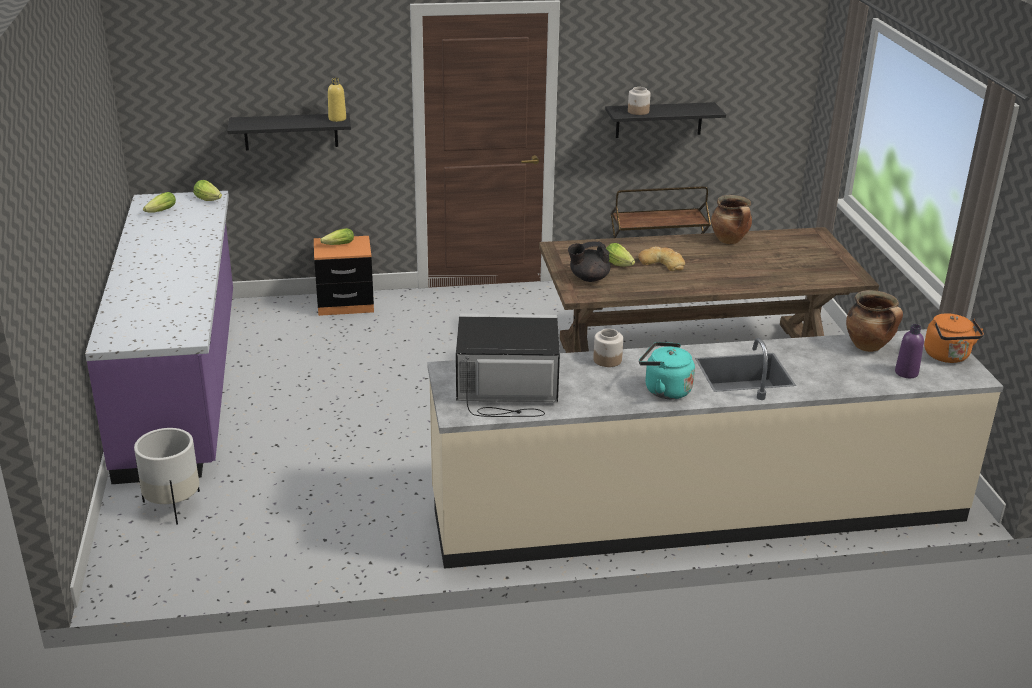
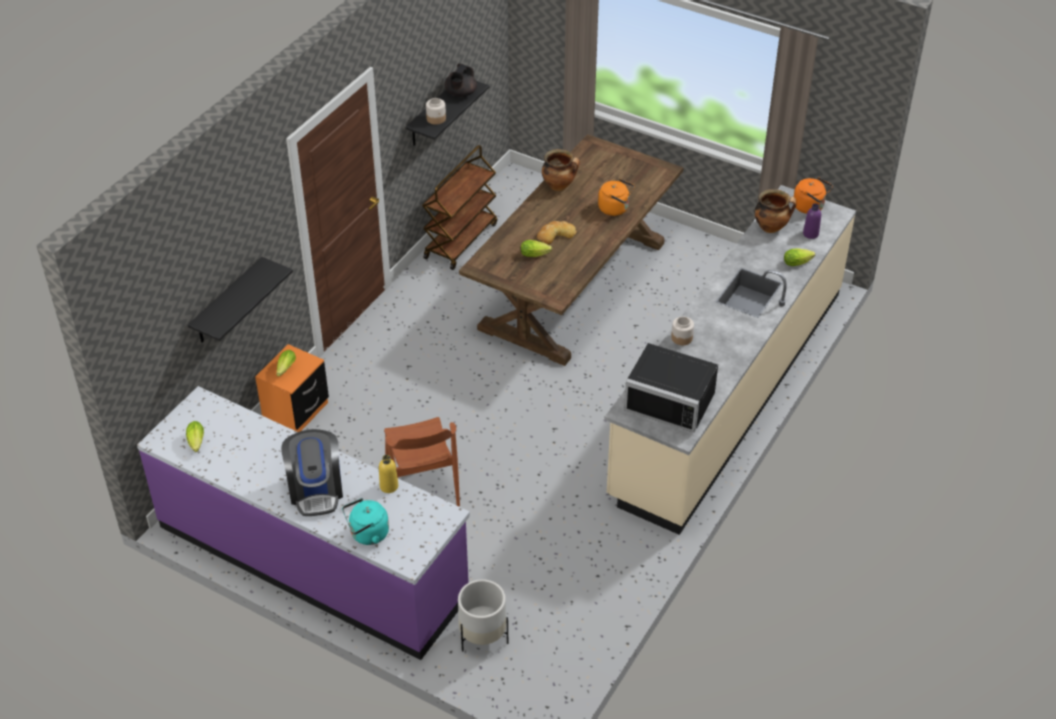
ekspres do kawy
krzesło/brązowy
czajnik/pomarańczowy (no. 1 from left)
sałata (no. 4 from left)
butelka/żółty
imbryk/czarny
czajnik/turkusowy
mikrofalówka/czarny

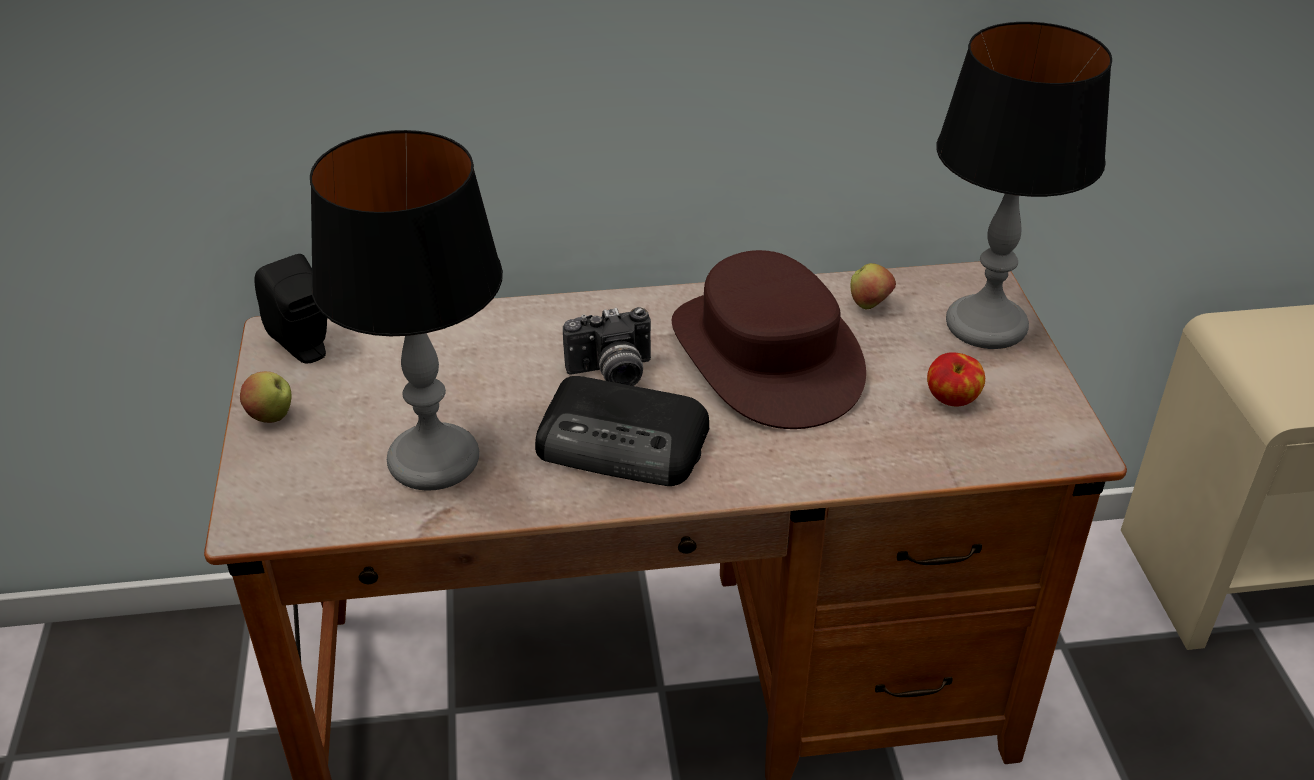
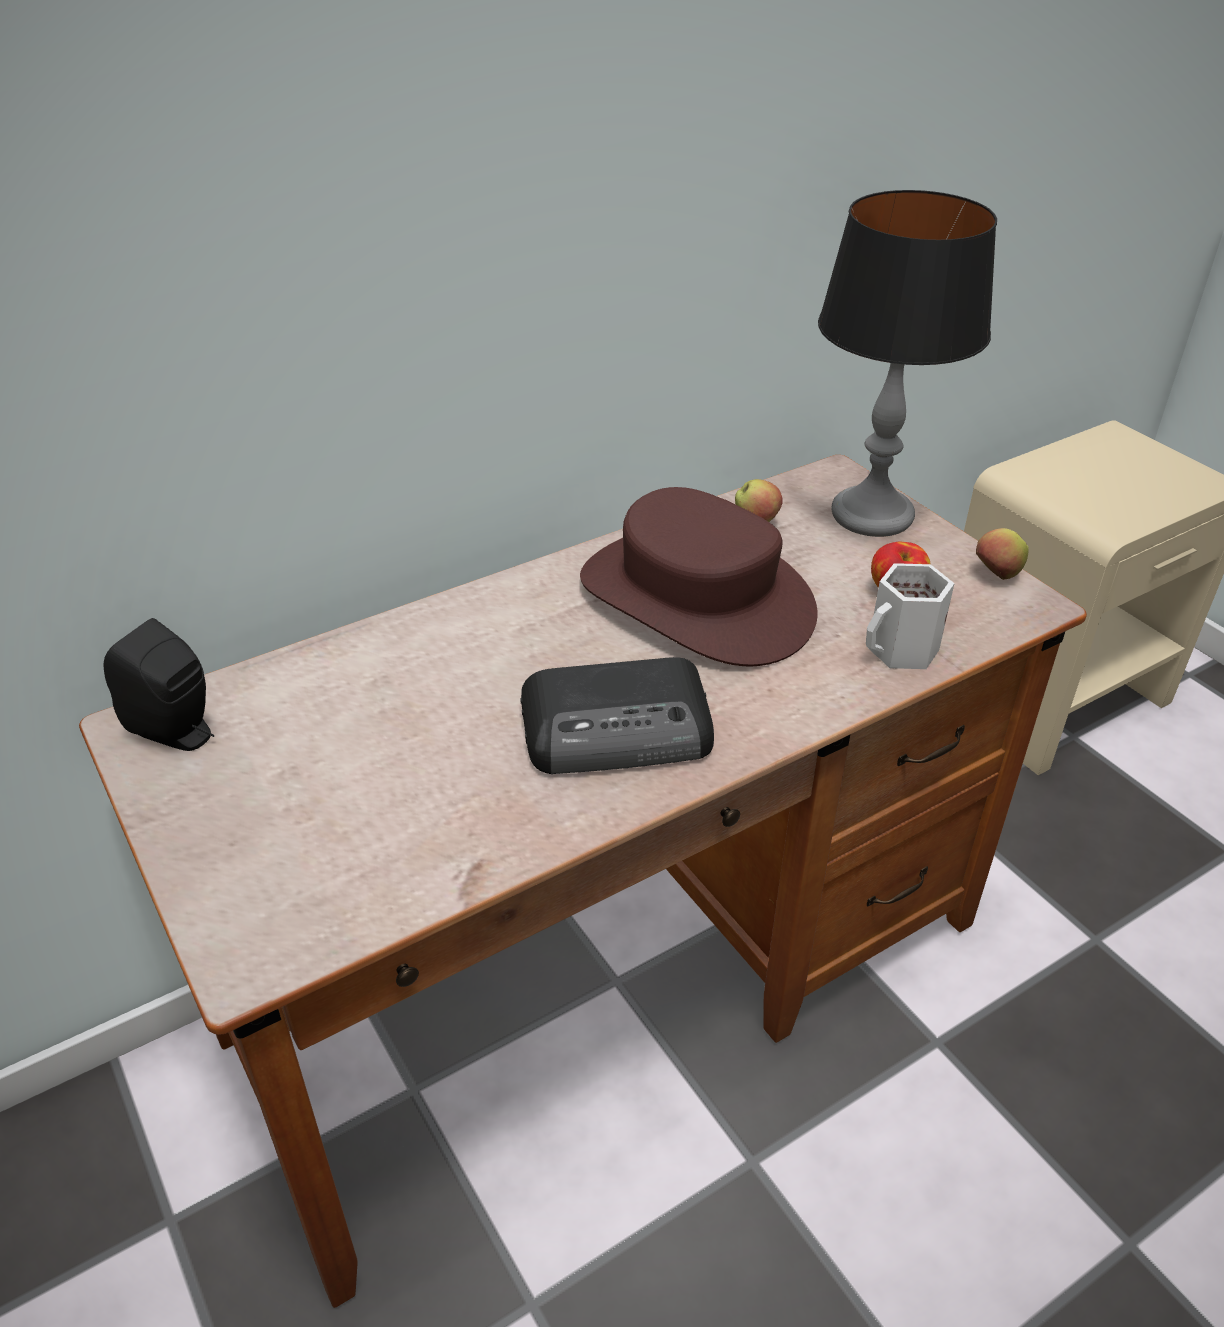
lampa stołowa (no. 1 from left in the first image)
aparat fotograficzny
kubek/biały
jabłko (no. 3 from left)

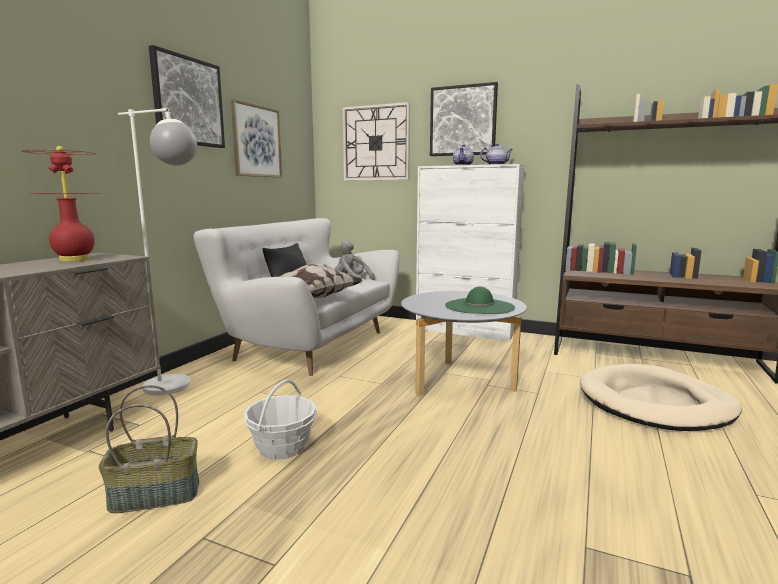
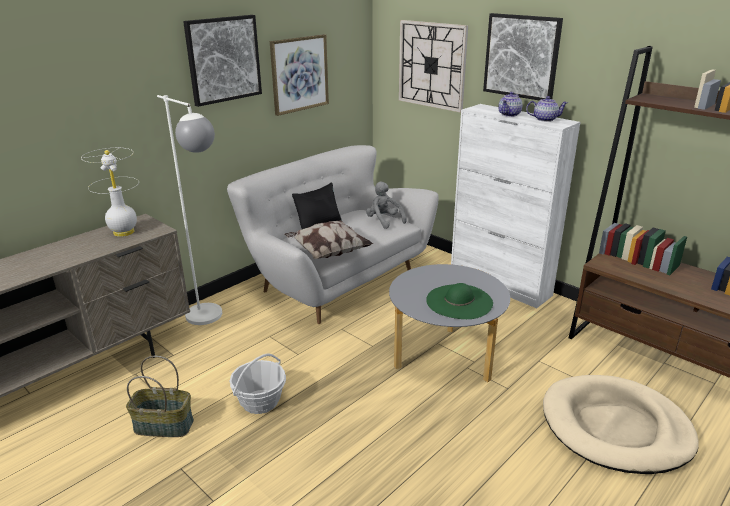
lampa stołowa/biały

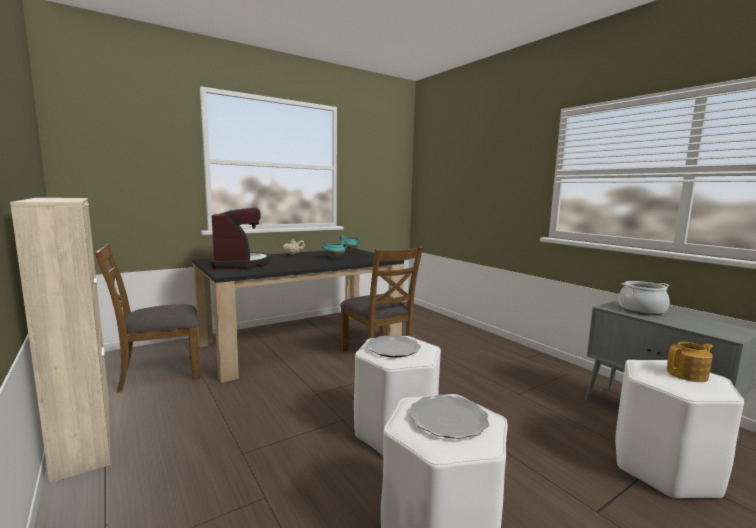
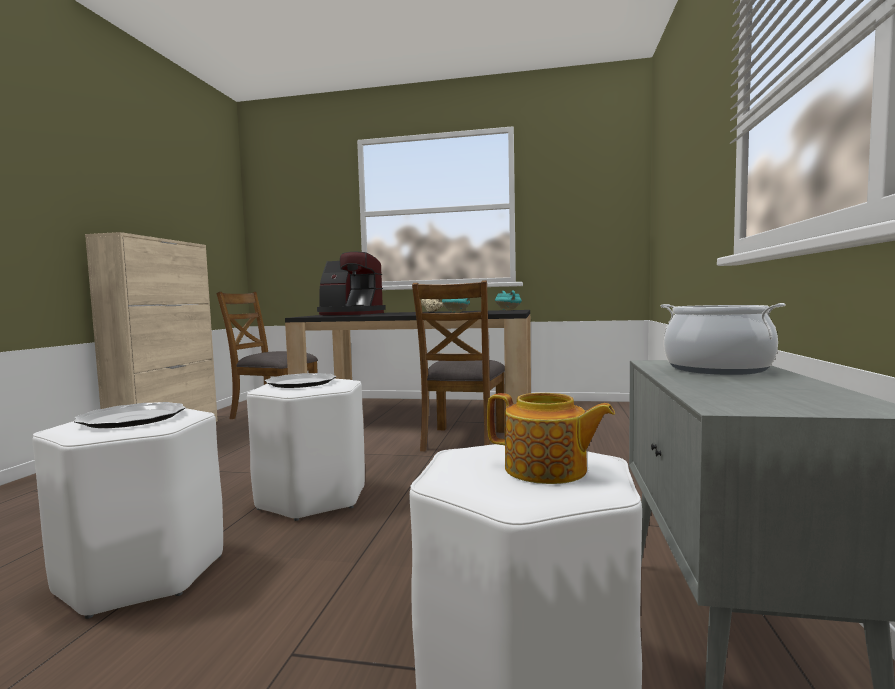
ekspres do kawy

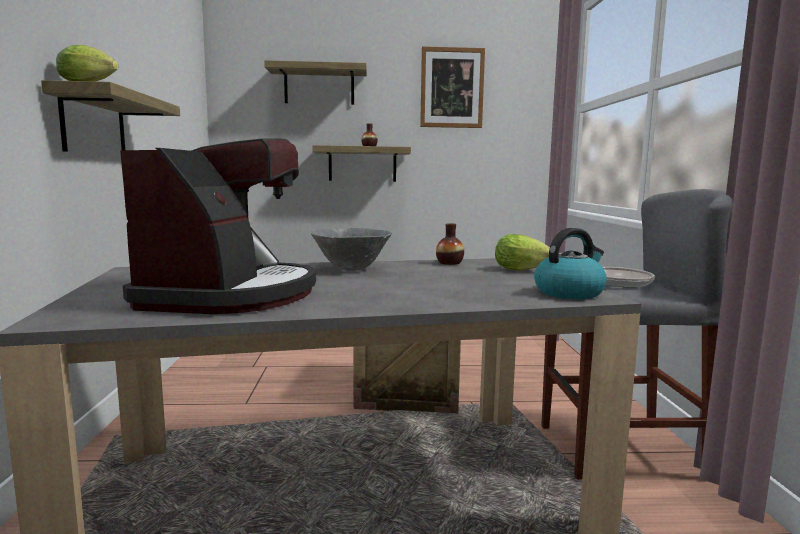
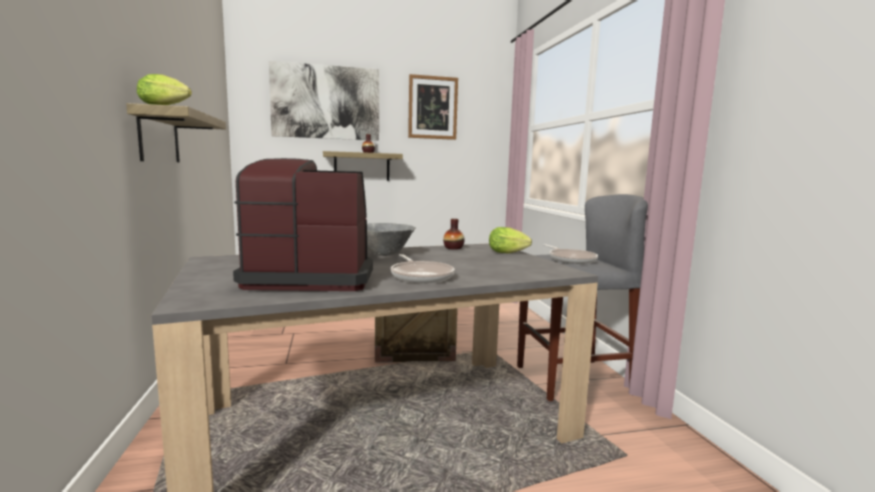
czajnik
patelnia (no. 1 from left)
obraz (no. 1 from left)
ekspres do kawy

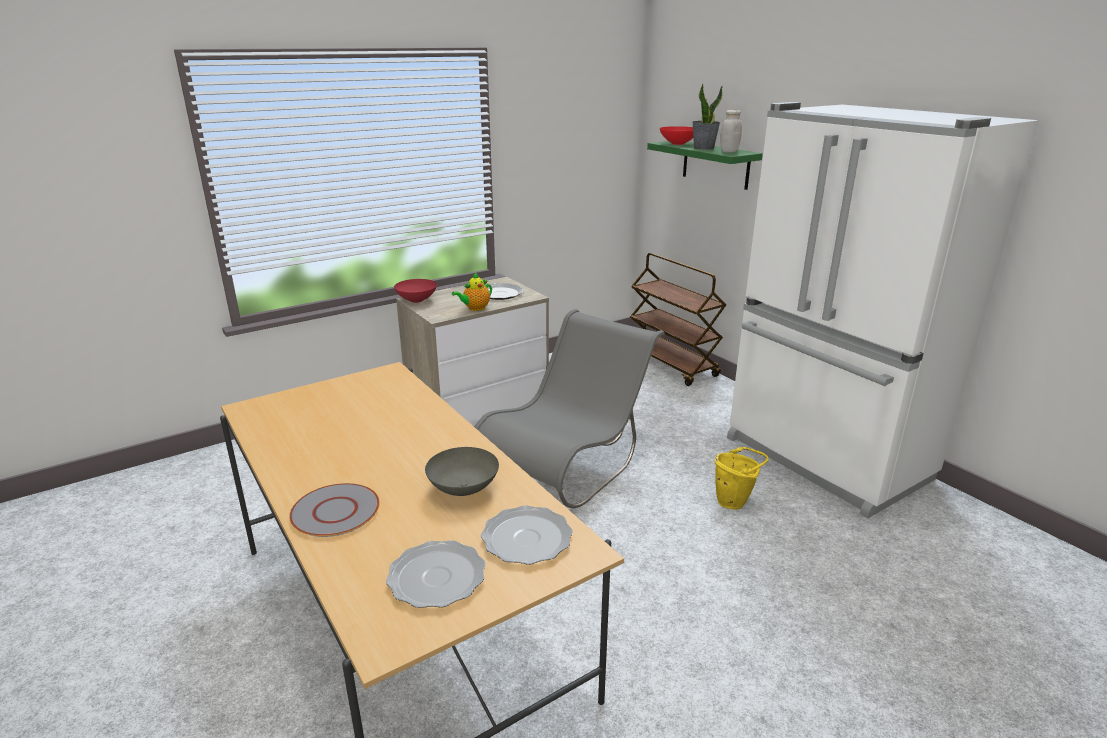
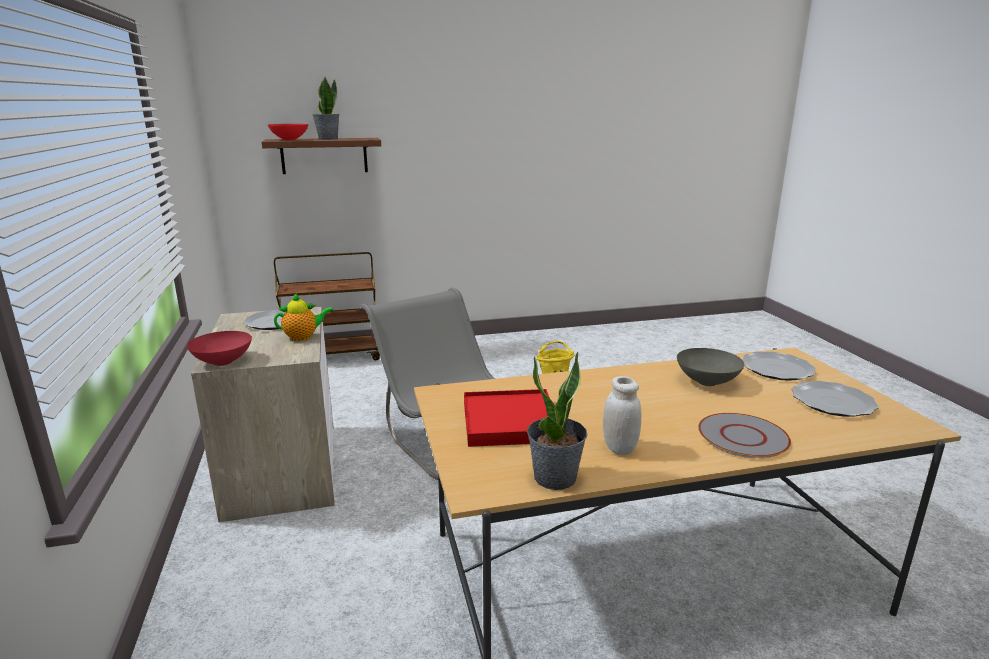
lodówka/biały
taca/czerwony
roślina doniczkowa (no. 2 from left)
słoik/biały
półka/brązowy
imbryk

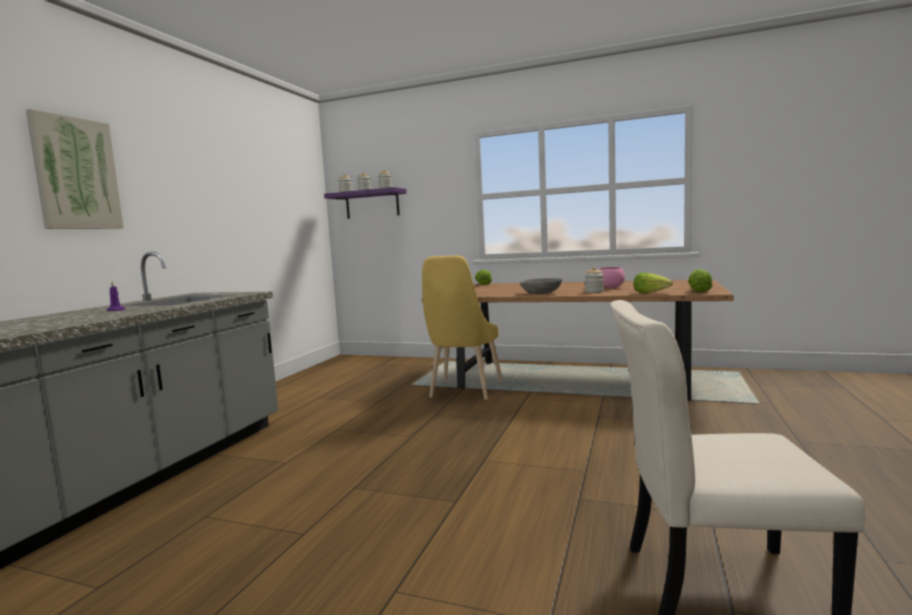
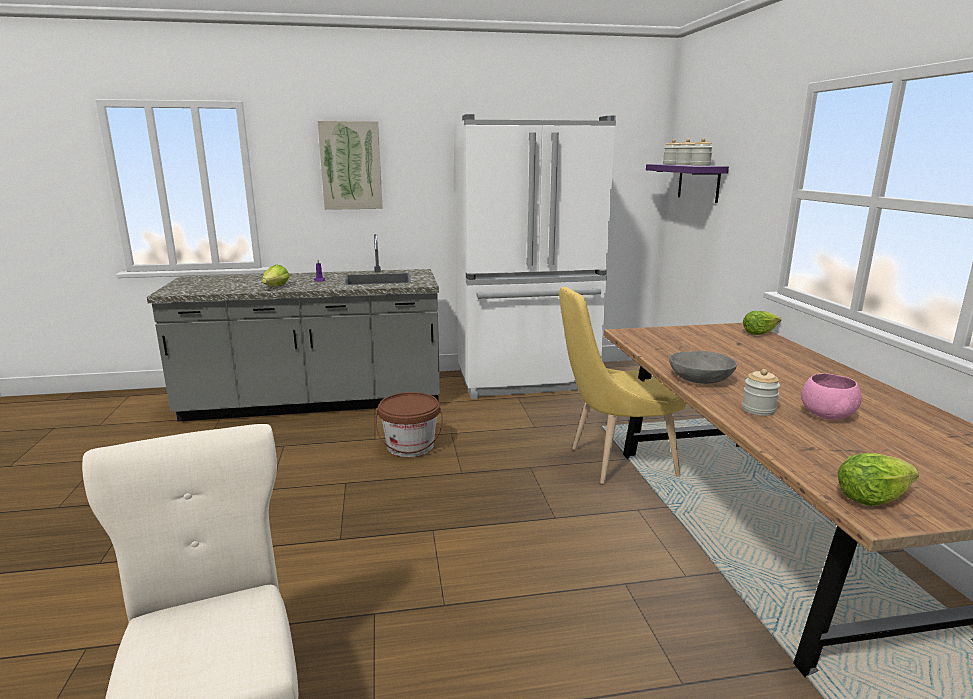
wiadro/brązowy
lodówka/biały
sałata (no. 1 from left)

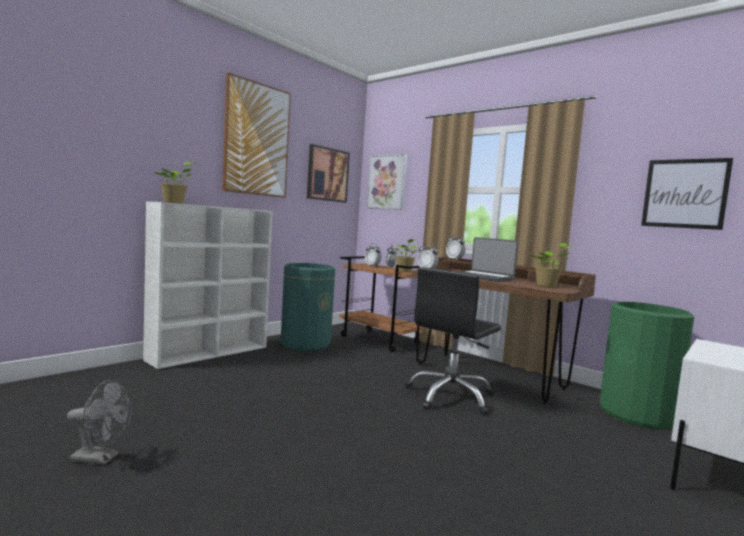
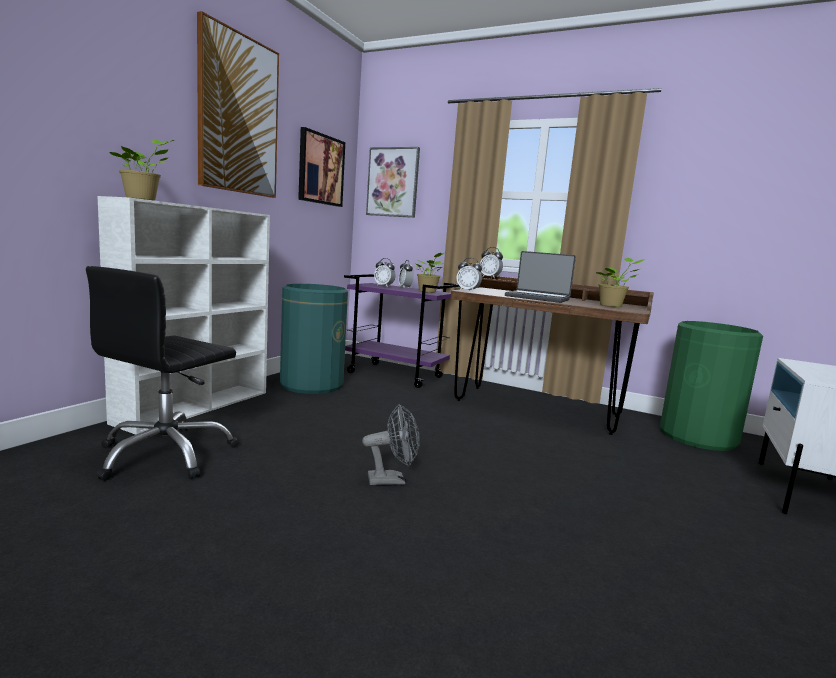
obraz (no. 4 from left in the first image)
wentylator/szary
krzesło biurowe/czarny
wózek/fioletowy

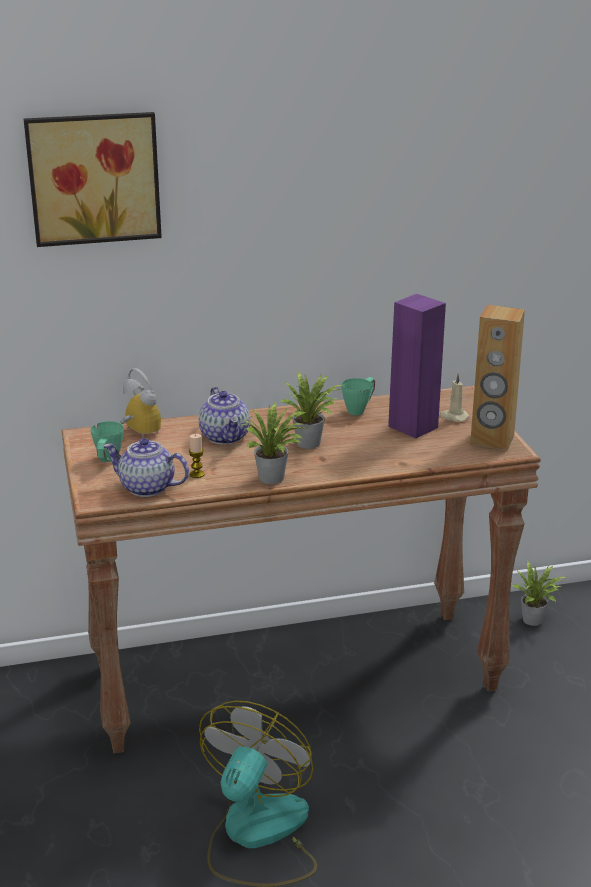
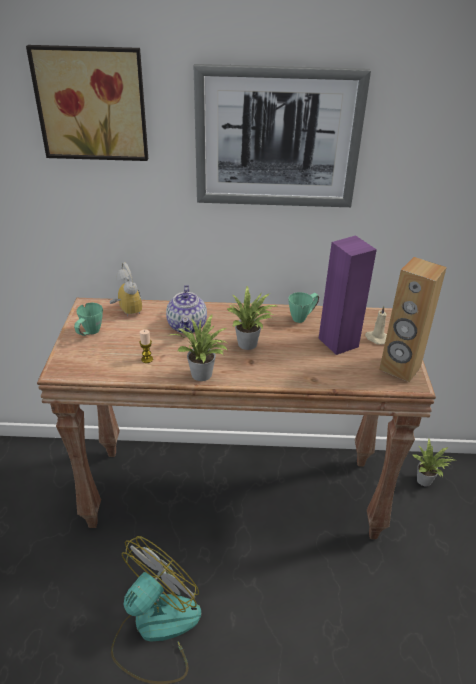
imbryk (no. 1 from left in the first image)
obraz (no. 2 from left)

